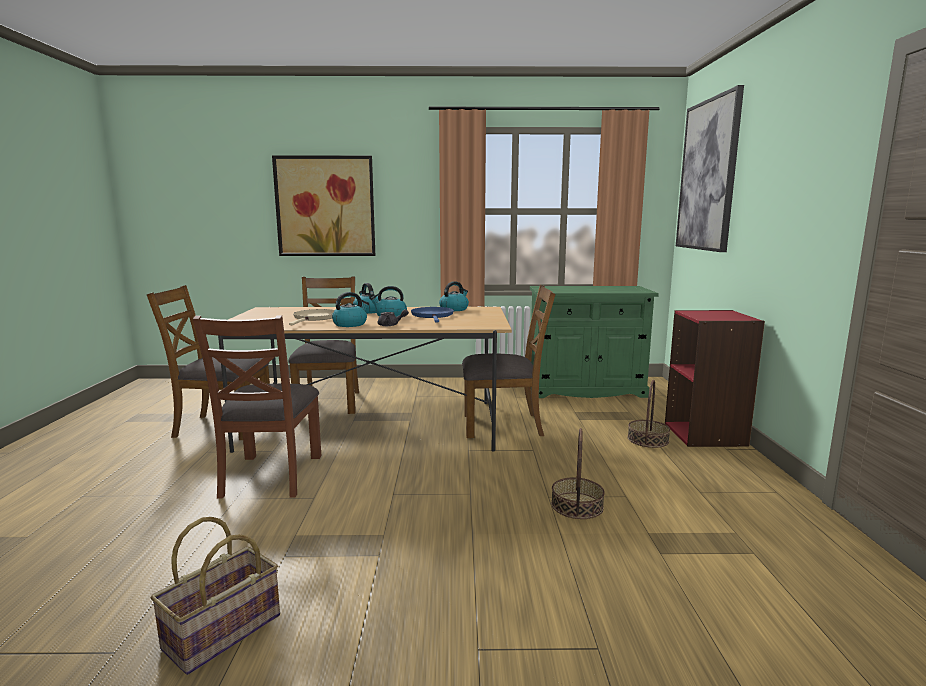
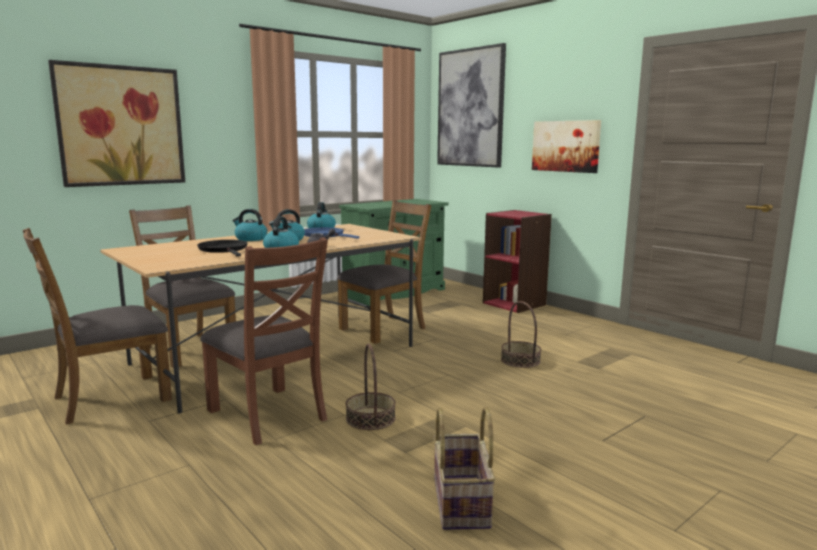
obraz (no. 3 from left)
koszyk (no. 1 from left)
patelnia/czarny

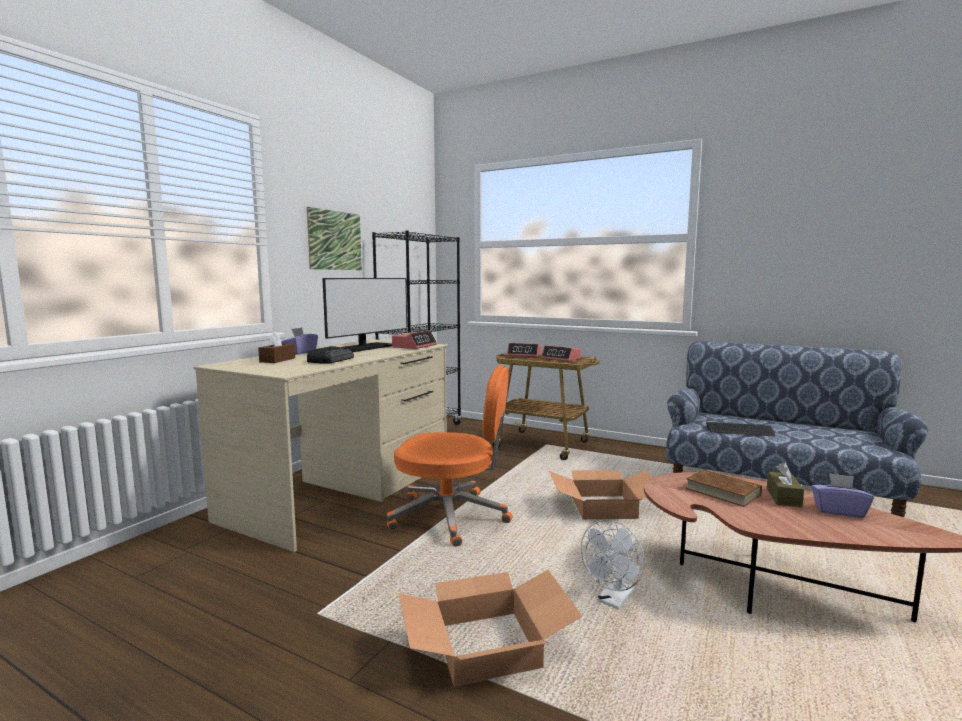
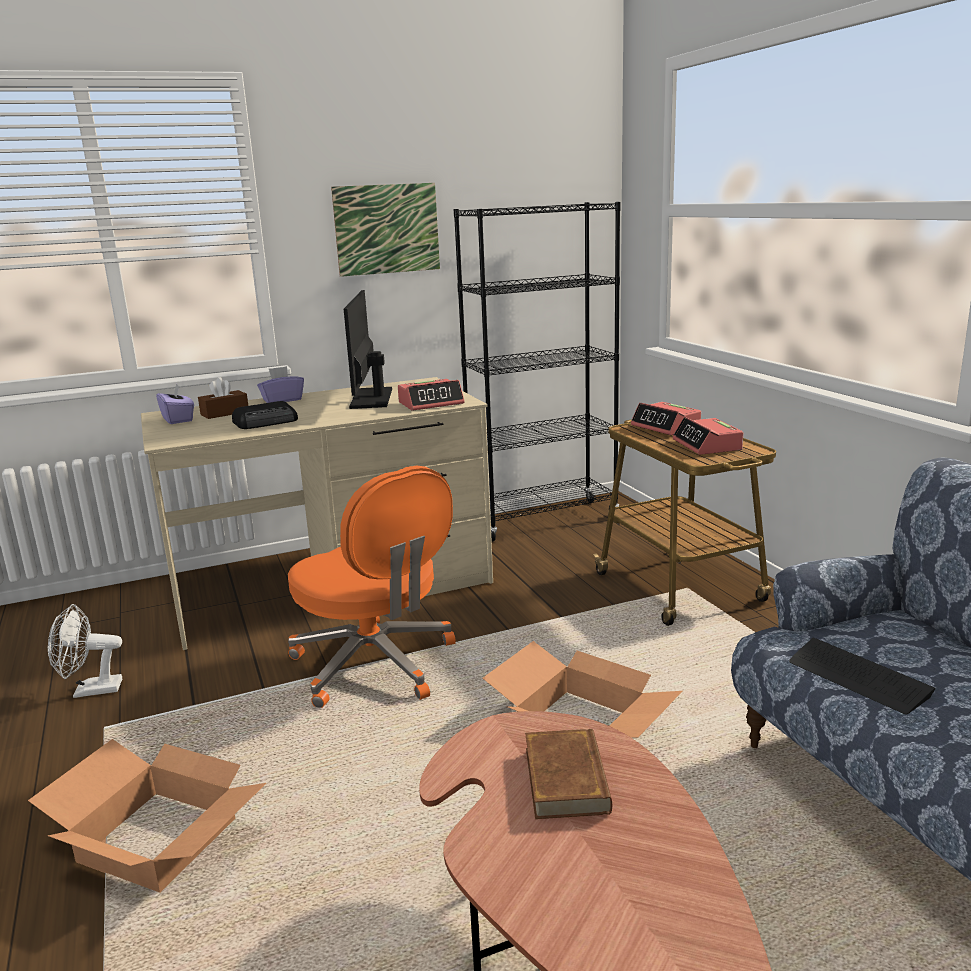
pudełko chusteczek/brązowy (no. 2 from left in the first image)
wentylator/biały
pudełko chusteczek/fioletowy (no. 1 from left)
monitor

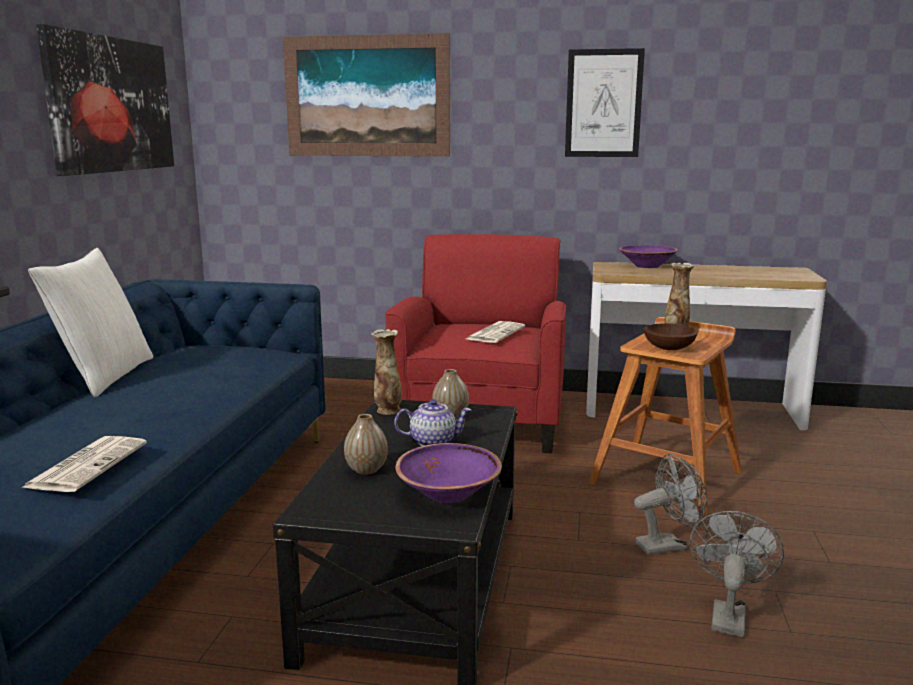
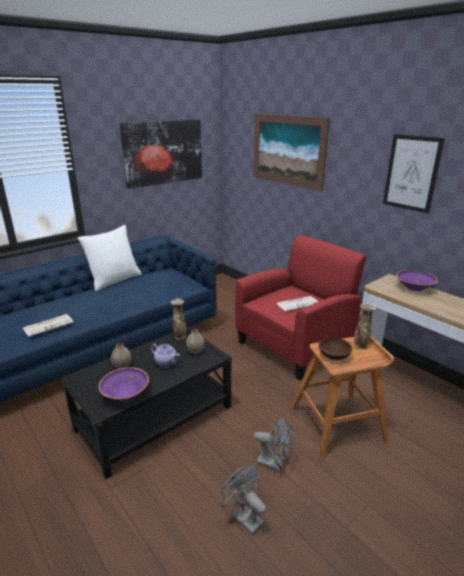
wentylator/szary (no. 1 from left)

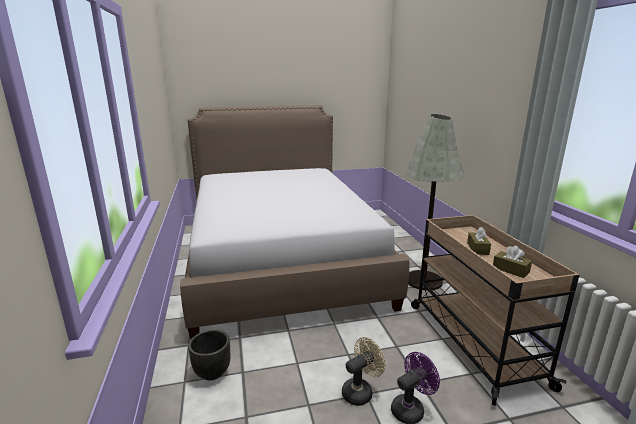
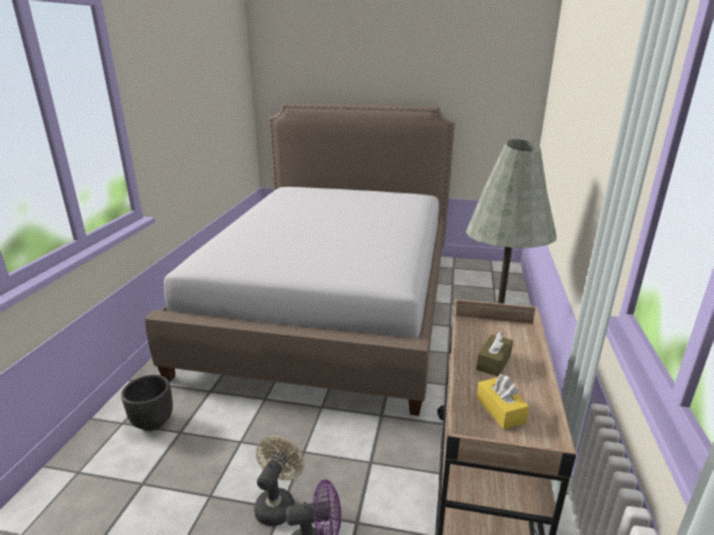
pudełko chusteczek/żółty
wentylator/beżowy

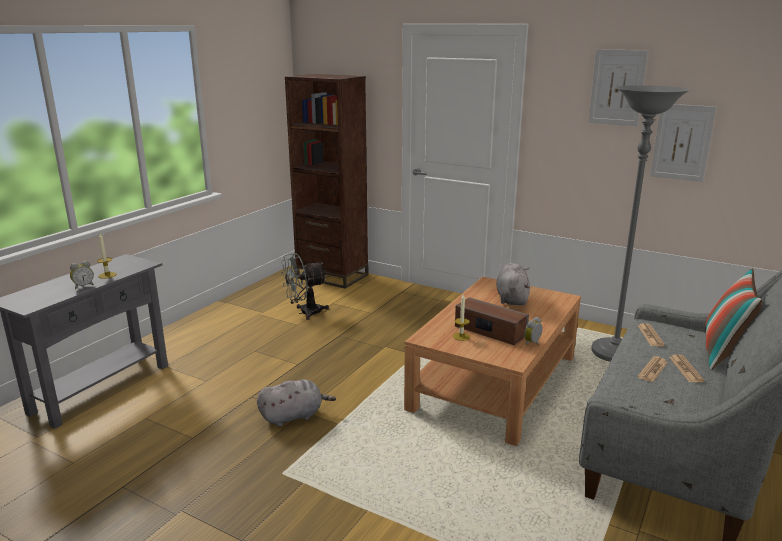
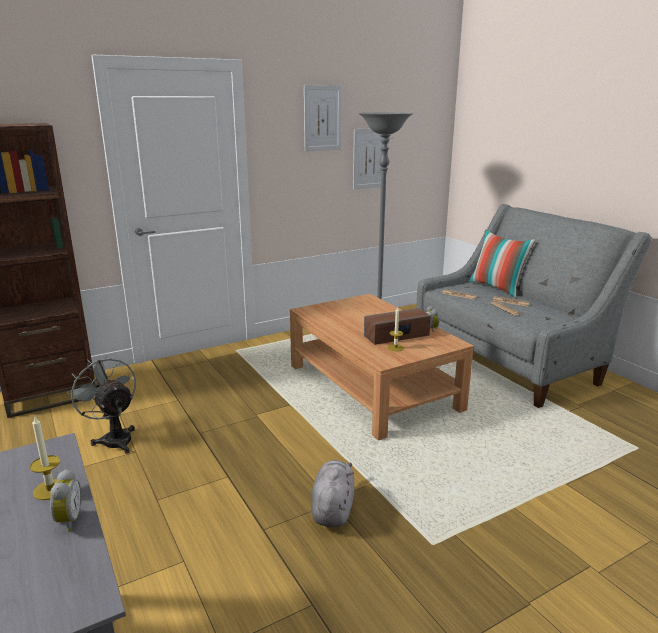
pluszak/szary (no. 2 from left in the first image)
wentylator/szary

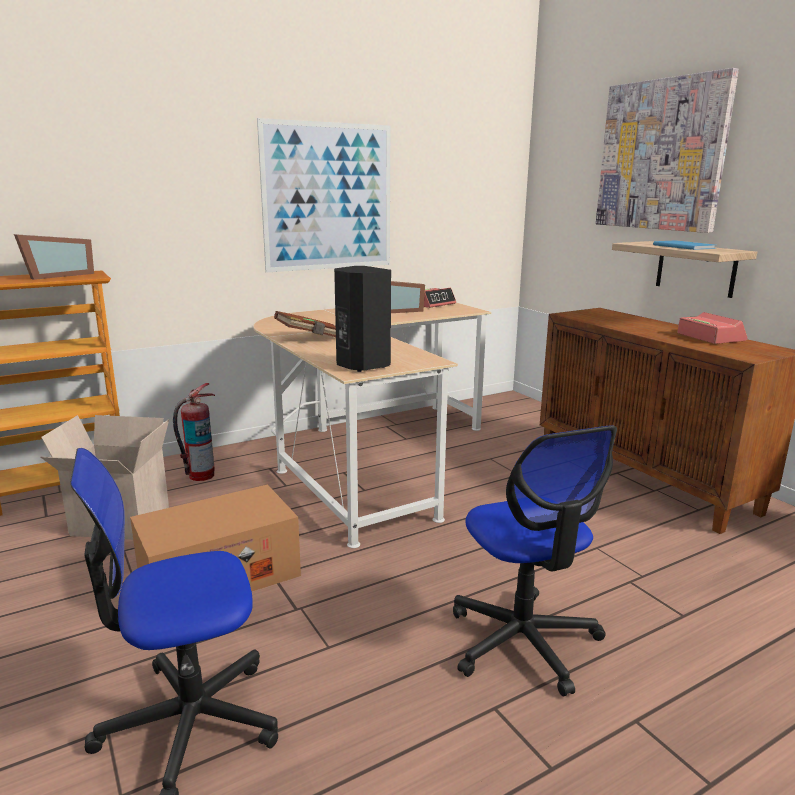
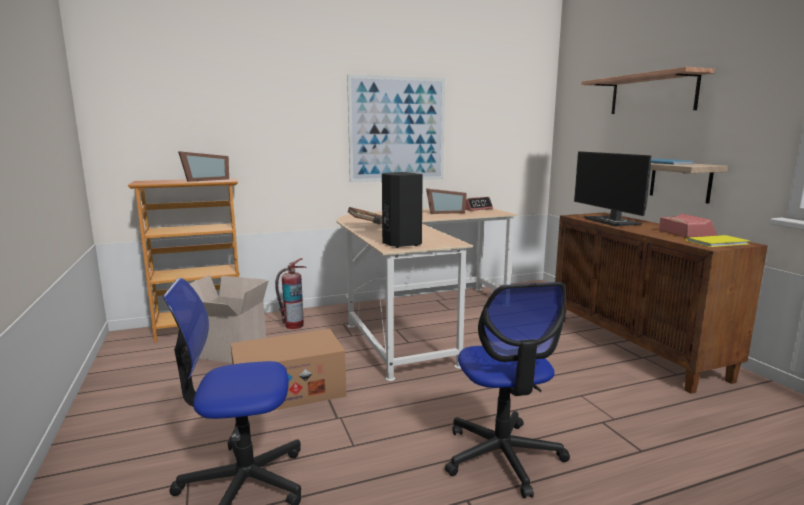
monitor
książka/żółty
półka (no. 1 from left)

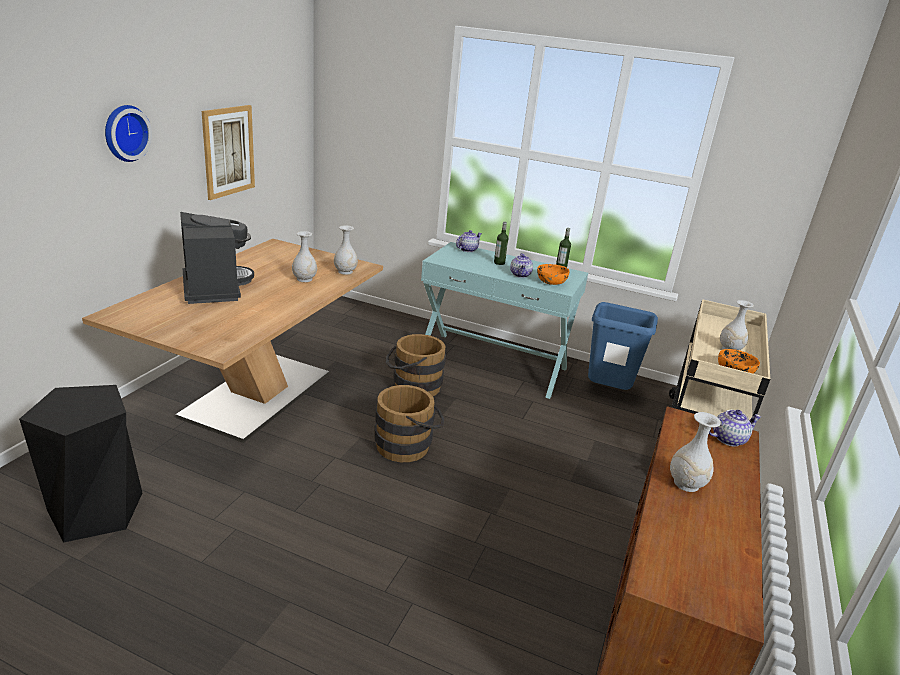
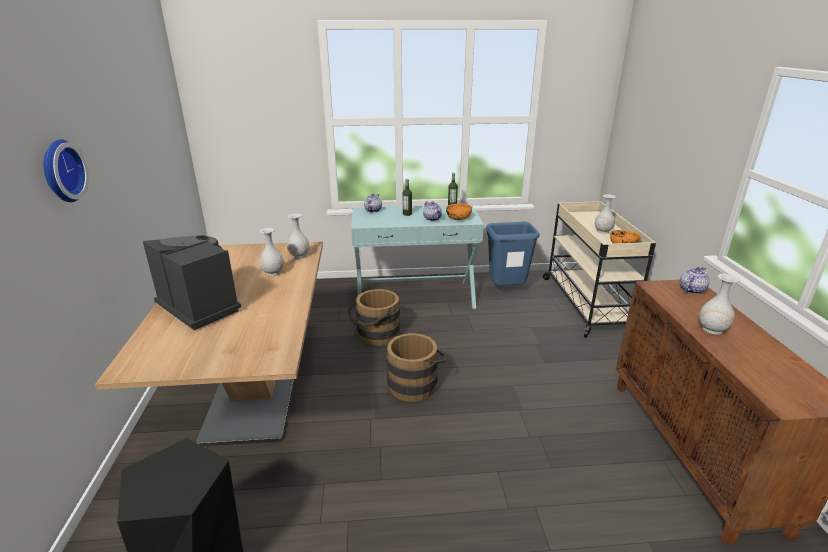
obraz

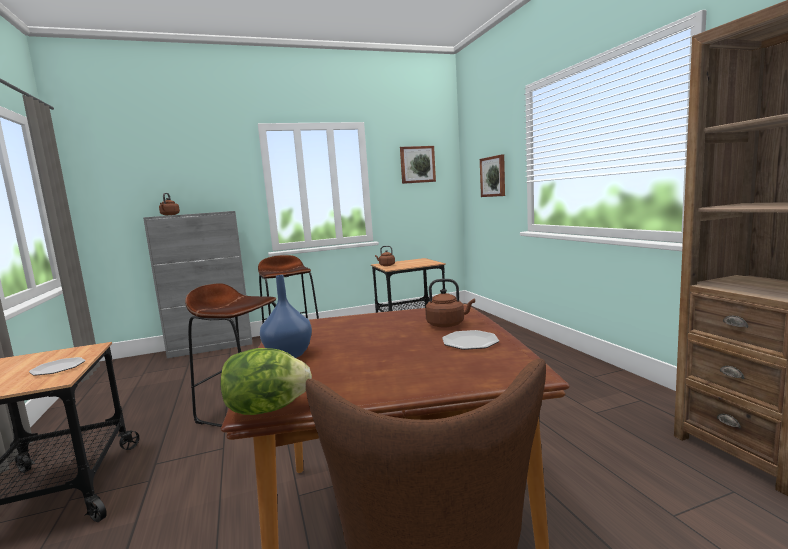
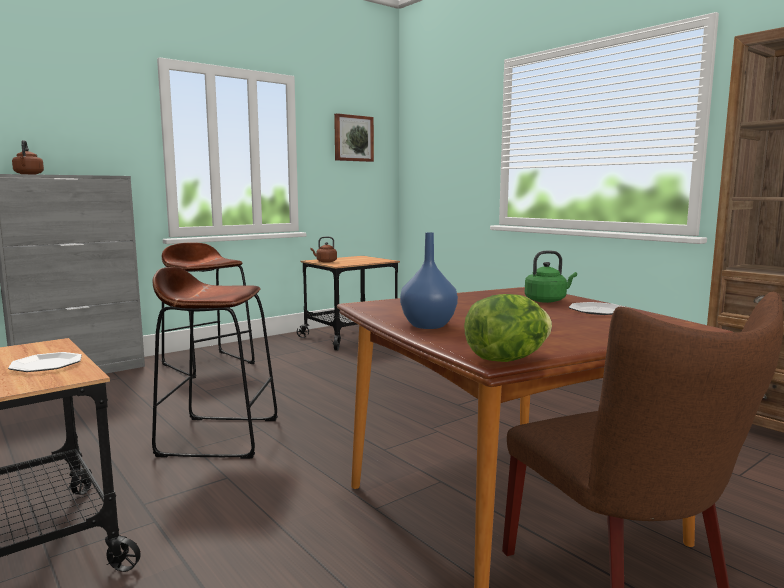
obraz (no. 2 from left in the first image)
czajnik/zielony

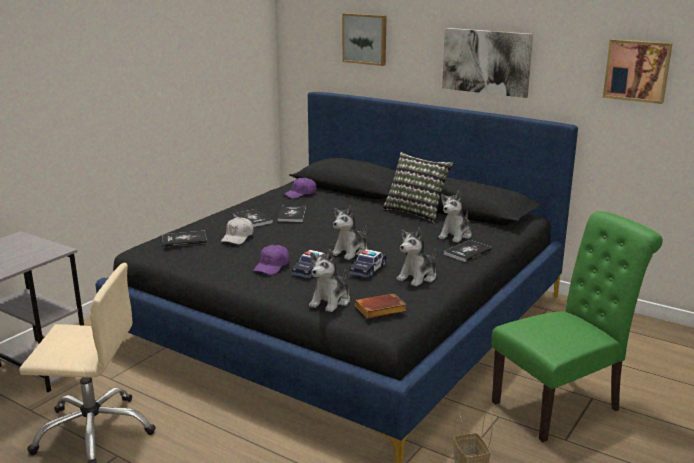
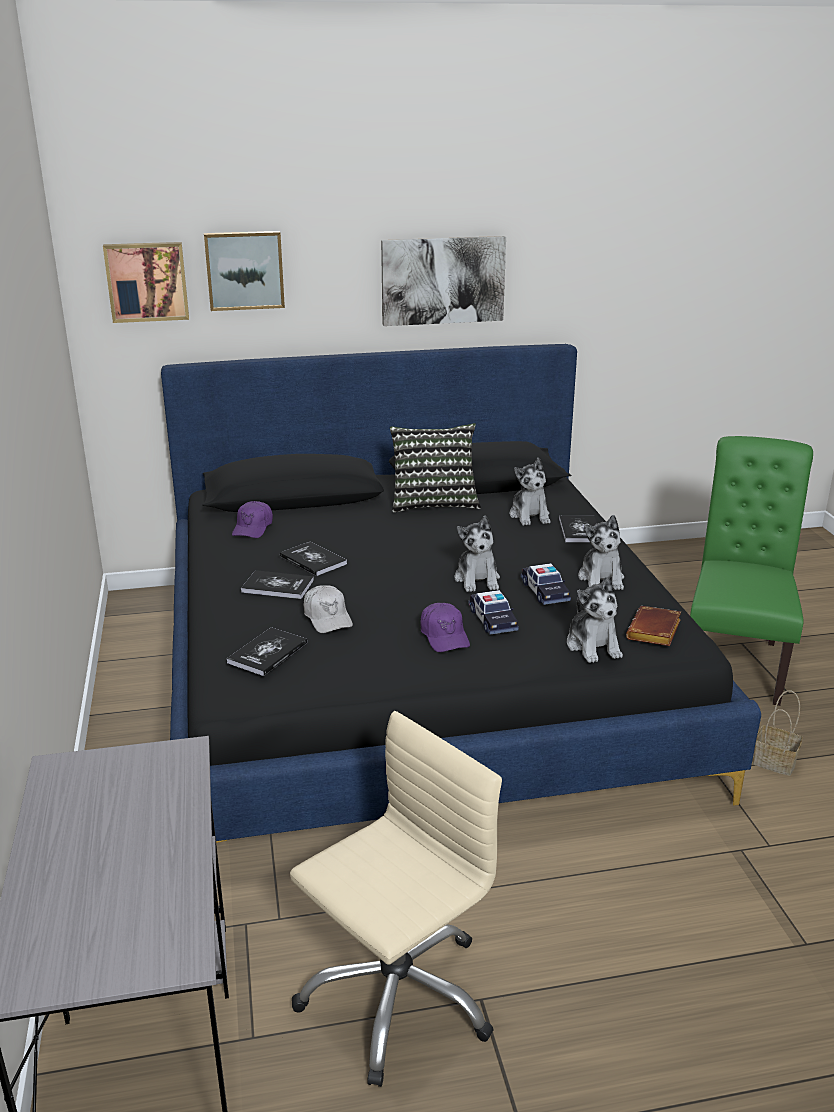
obraz (no. 1 from left)

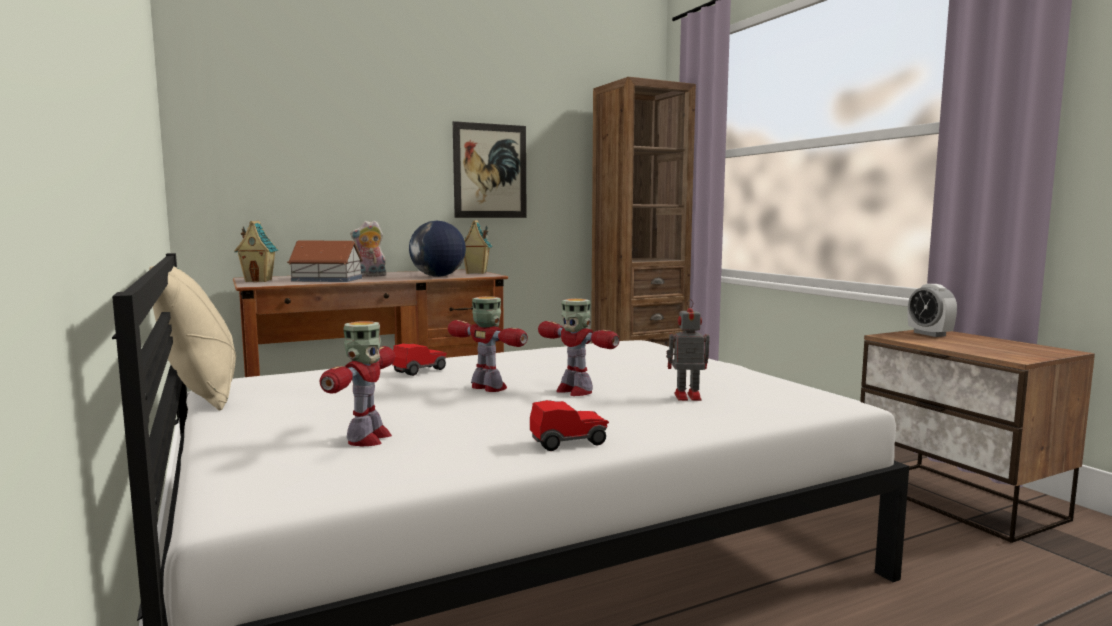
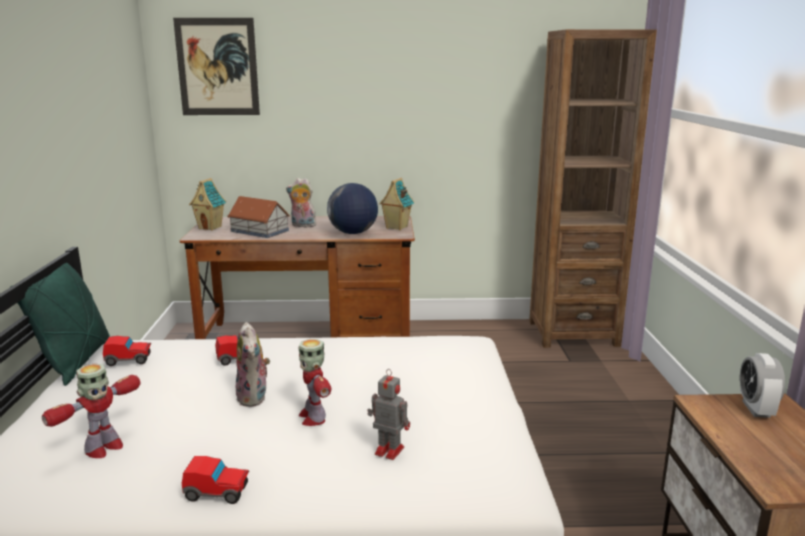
samochodzik (no. 1 from left)
obraz
pluszak (no. 1 from left)
poduszka/zielony

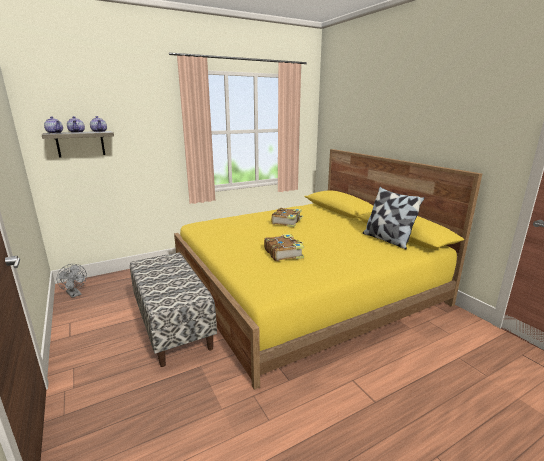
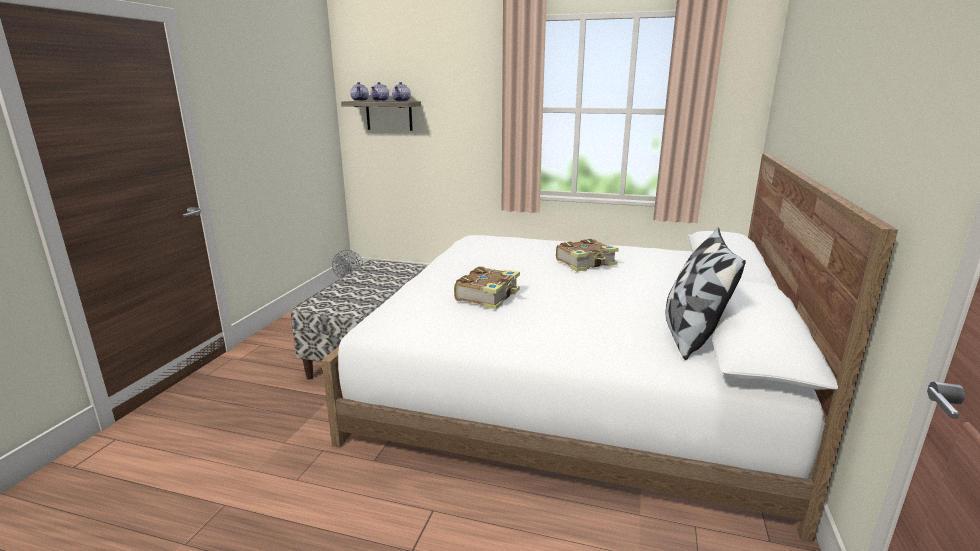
łóżko/biały

